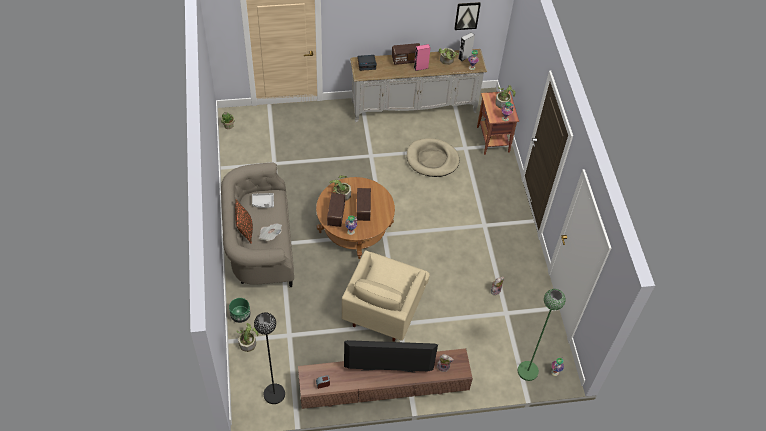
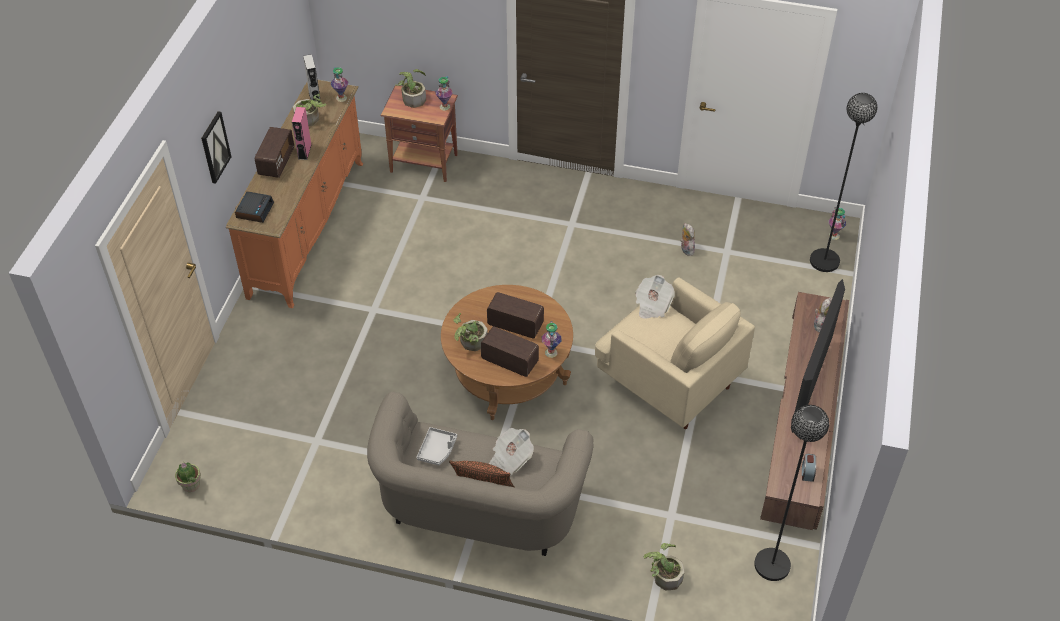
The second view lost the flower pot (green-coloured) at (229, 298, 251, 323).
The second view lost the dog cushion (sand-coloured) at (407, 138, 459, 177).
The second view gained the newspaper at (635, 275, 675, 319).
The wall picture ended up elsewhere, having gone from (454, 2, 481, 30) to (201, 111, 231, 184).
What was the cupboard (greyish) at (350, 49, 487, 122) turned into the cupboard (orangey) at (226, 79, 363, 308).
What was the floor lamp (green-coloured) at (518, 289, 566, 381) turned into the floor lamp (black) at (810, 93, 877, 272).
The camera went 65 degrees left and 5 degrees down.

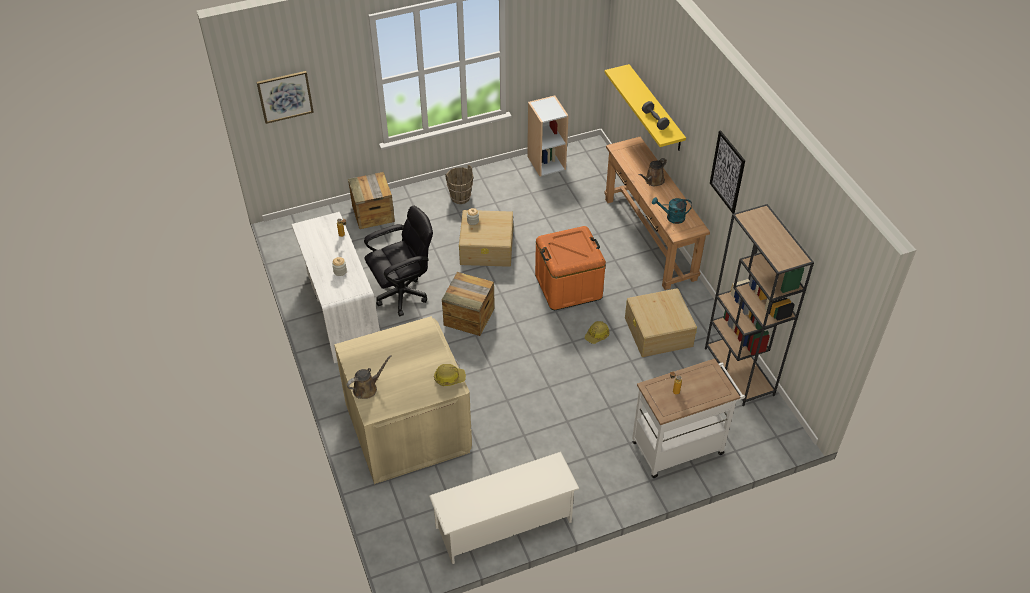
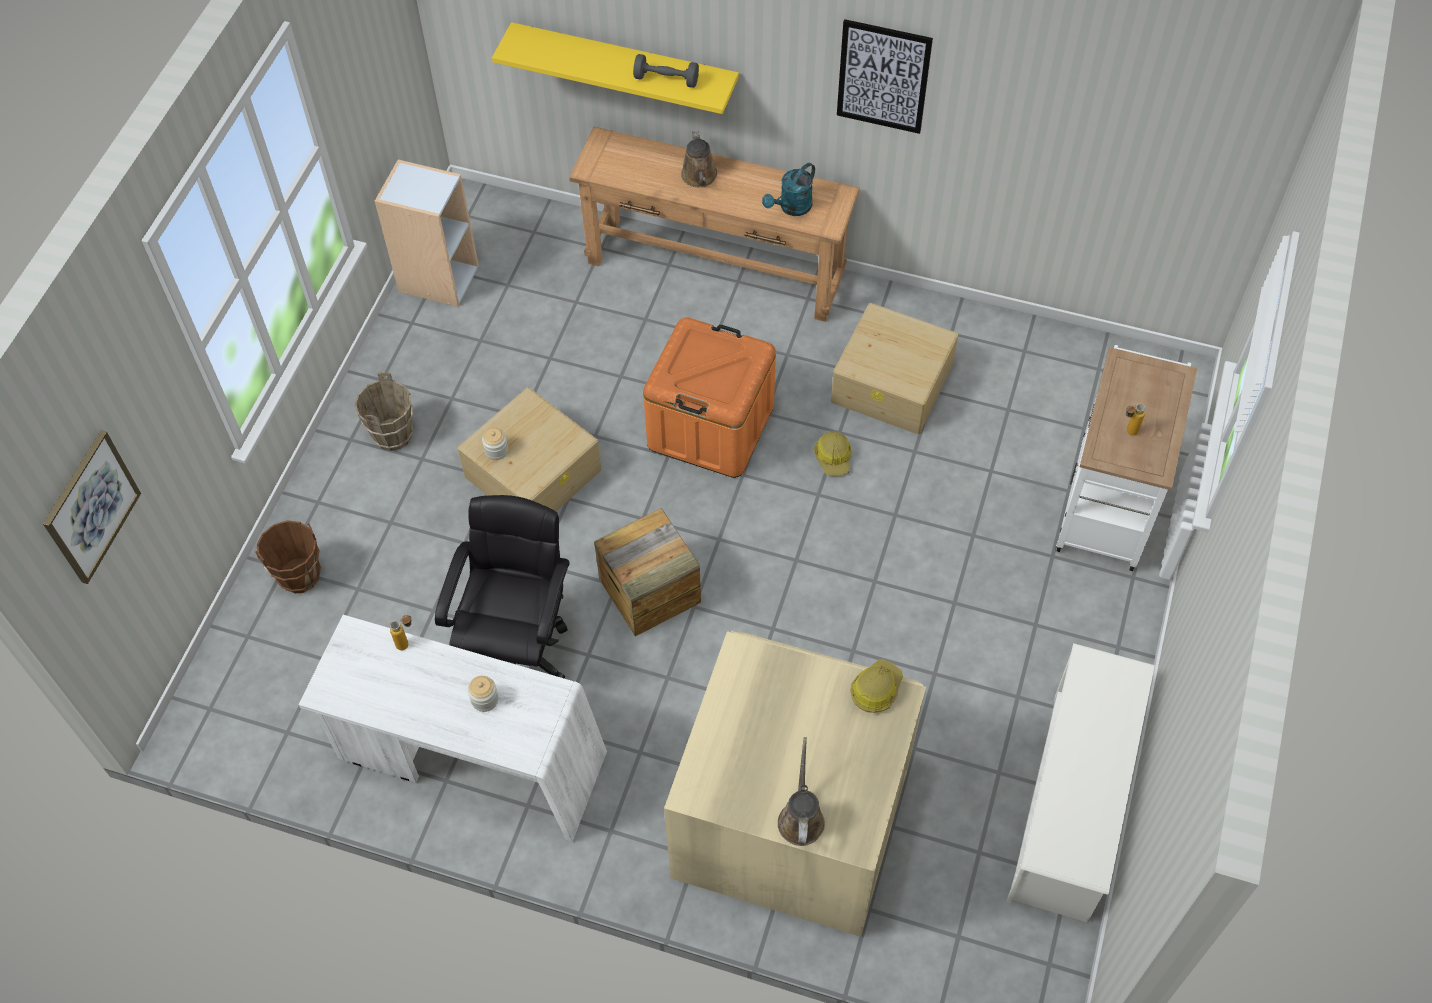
The second view lost the shelving unit at (705, 204, 814, 406).
Where the packing crate stood at (348, 172, 395, 229), the pail (brownish) came to stand at (255, 520, 321, 593).
The camera went 50 degrees left and 10 degrees up.

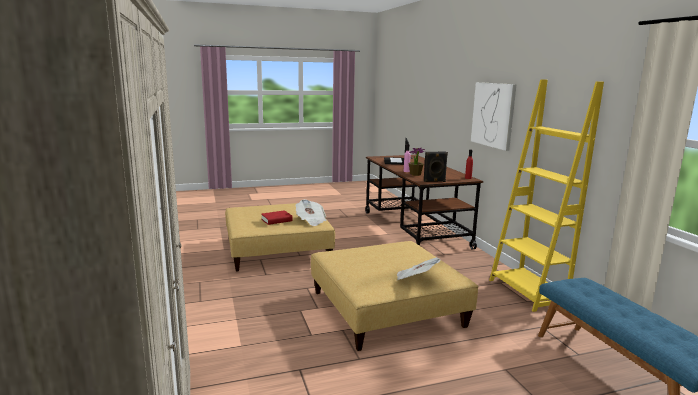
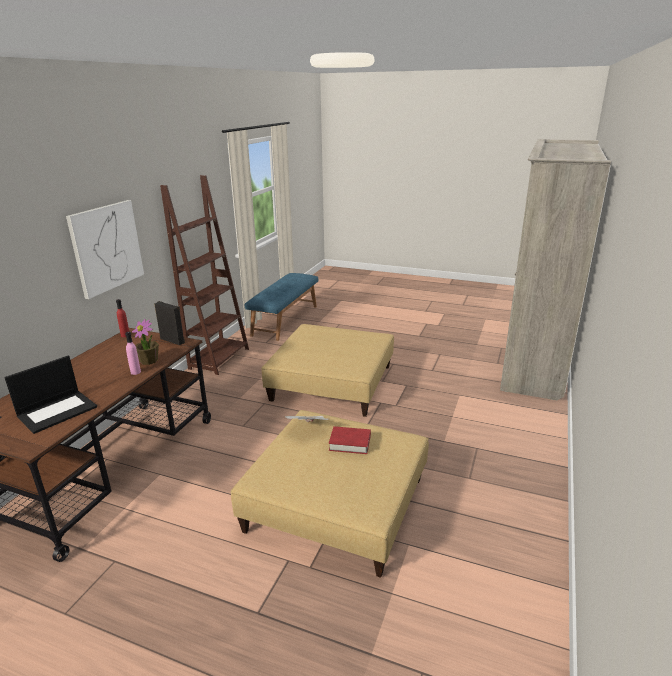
The second view lost the newspaper at (397, 257, 441, 280).
What was the shelving unit (yellow-coloured) at (489, 79, 604, 312) turned into the shelving unit (brownish) at (160, 175, 249, 375).
The camera went 140 degrees left and 10 degrees up.

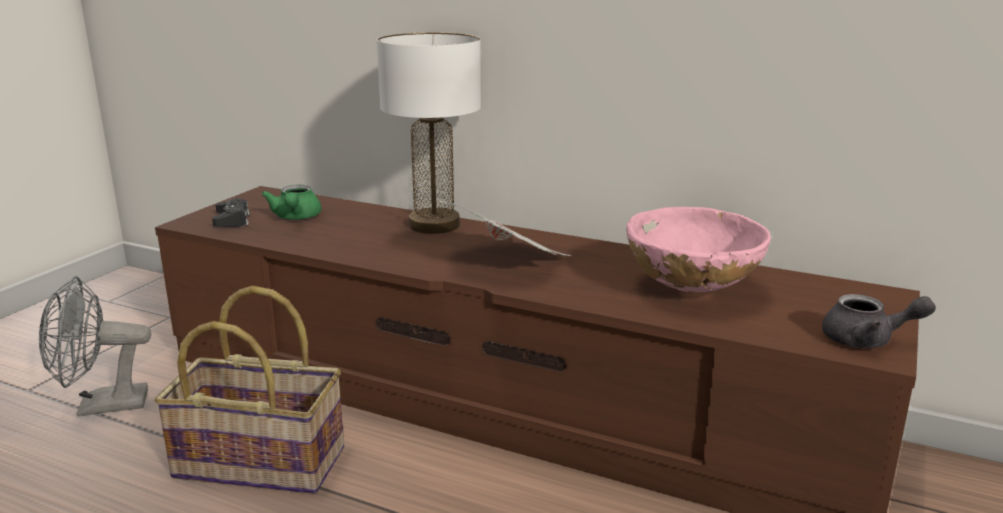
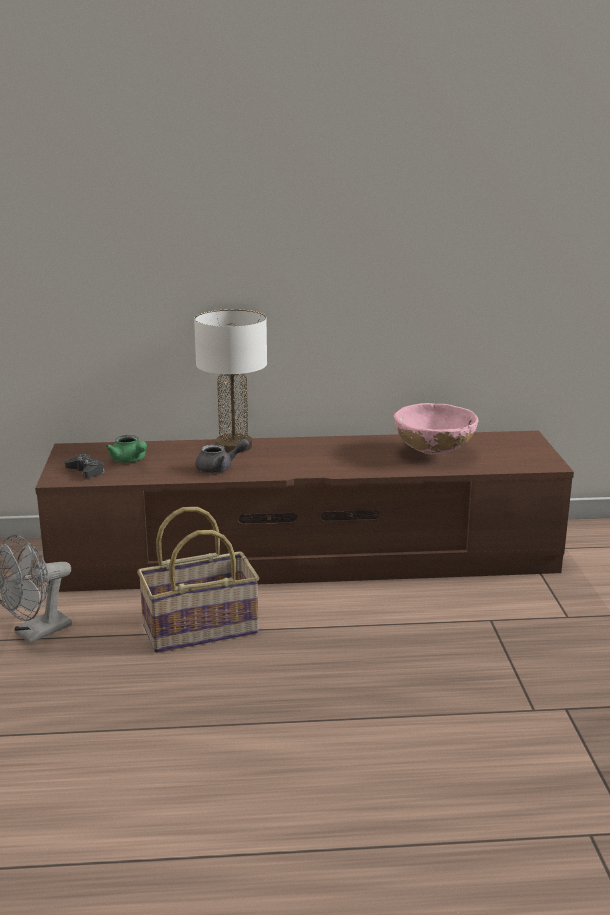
The second view lost the newspaper at (435, 200, 572, 256).
The teapot (greyish) ended up elsewhere, having gone from (822, 294, 936, 348) to (195, 439, 250, 473).
The camera went 30 degrees left and 0 degrees up.

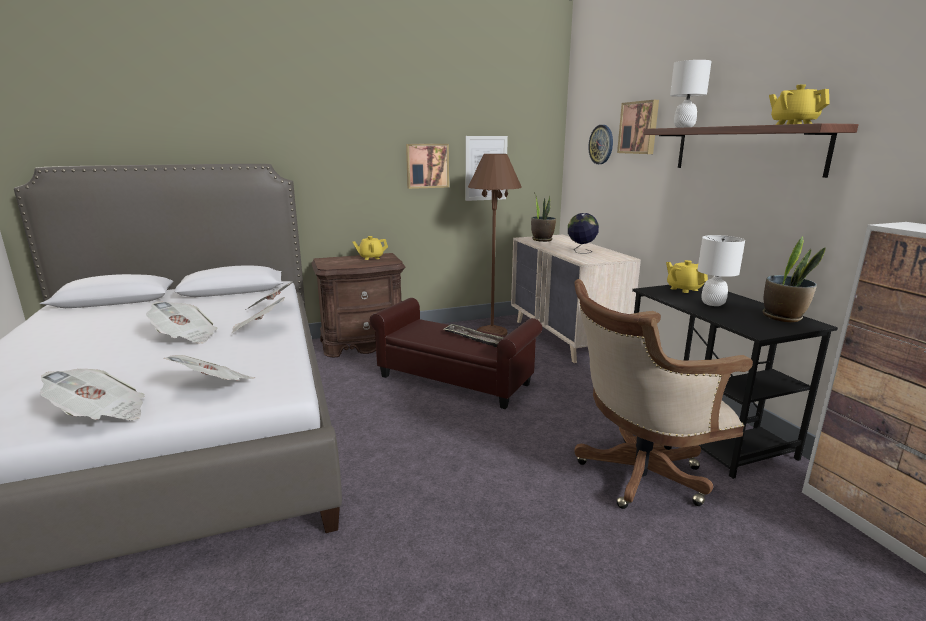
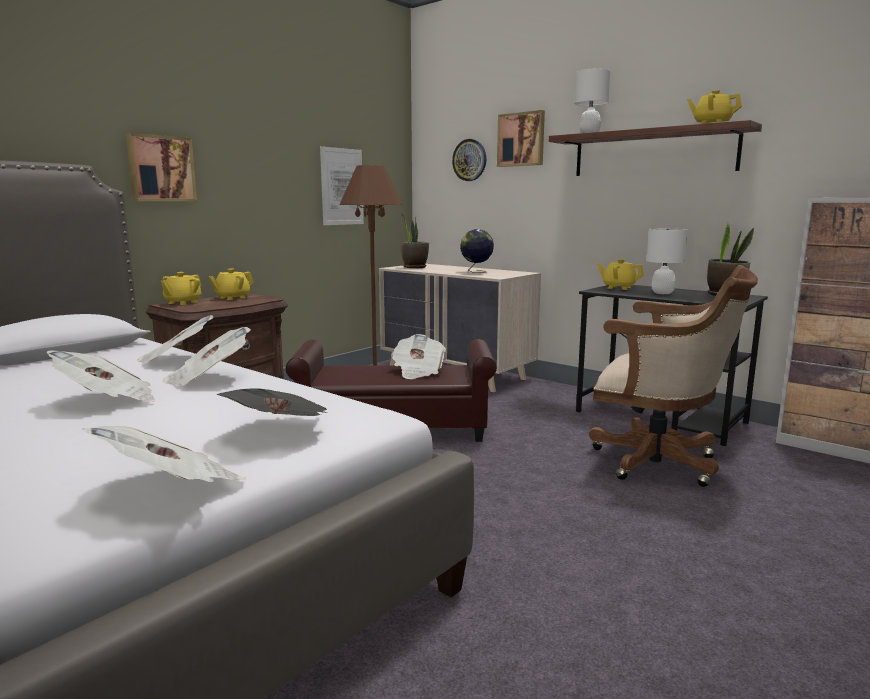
The second view gained the teapot (yellow-coloured) at (161, 272, 202, 305).
The wall picture ended up elsewhere, having gone from (406, 144, 449, 189) to (126, 133, 197, 201).
Where the serving tray stood at (444, 324, 503, 347), the newspaper came to stand at (391, 334, 446, 379).
The computer chair at (574, 279, 753, 509) ended up facing another way, 105 degrees counterclockwise from before.
The camera went 30 degrees left and 5 degrees down.

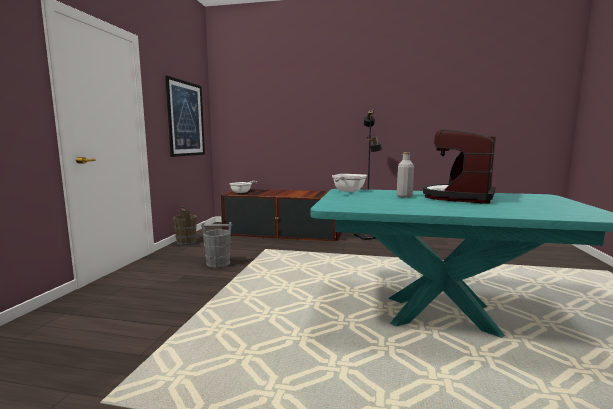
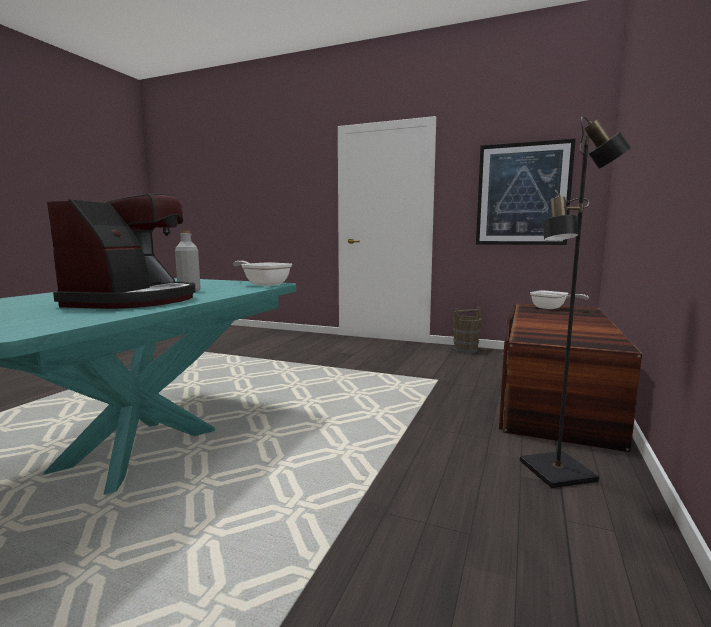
The second view lost the pail (greyish) at (201, 222, 232, 268).
The coffee machine at (423, 129, 496, 204) ended up facing another way, 60 degrees clockwise from before.
The camera went 100 degrees right and 0 degrees up.

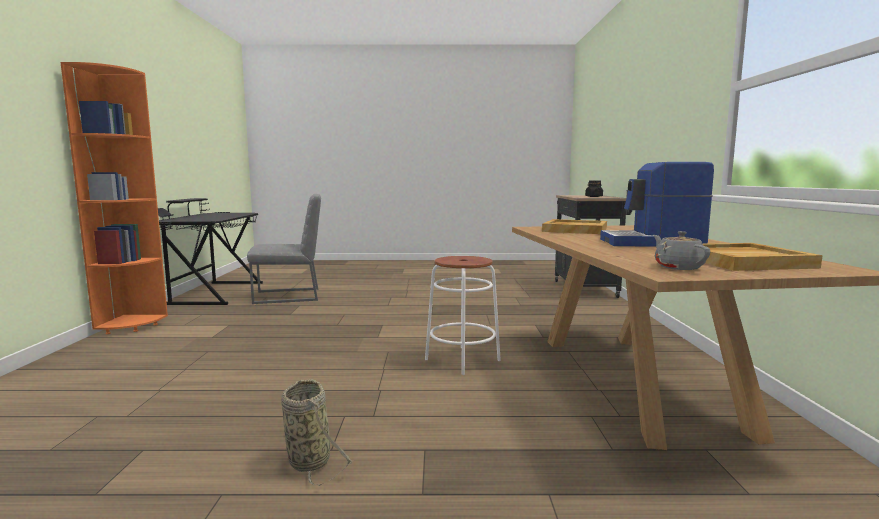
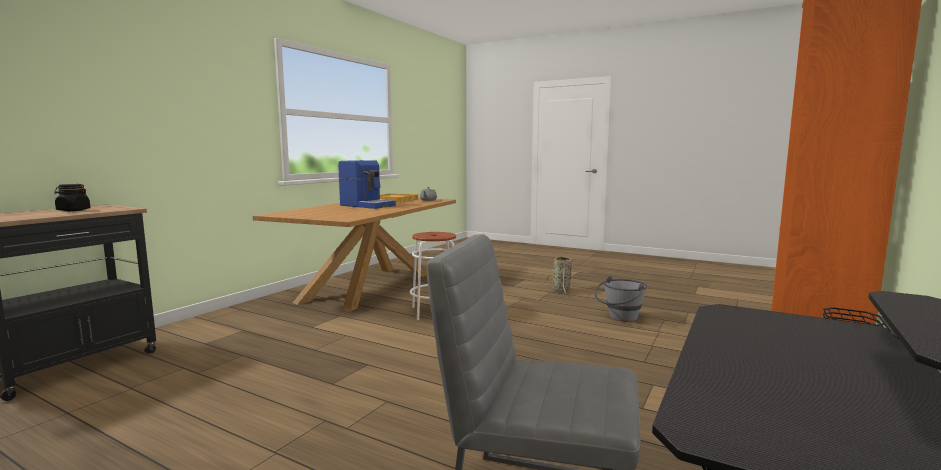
The second view lost the serving tray (sand-coloured) at (542, 219, 607, 234).
The second view gained the pail (greyish) at (594, 275, 647, 322).
The camera went 150 degrees left and 0 degrees up.

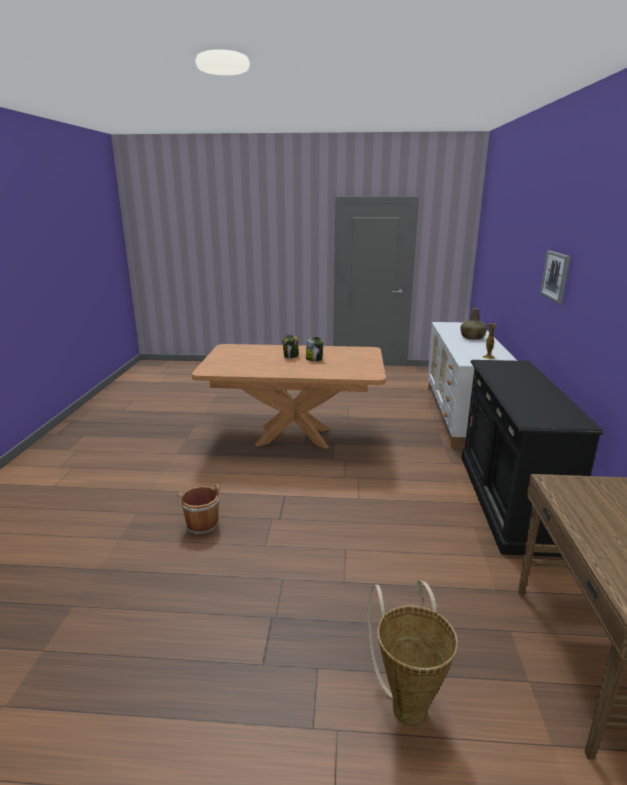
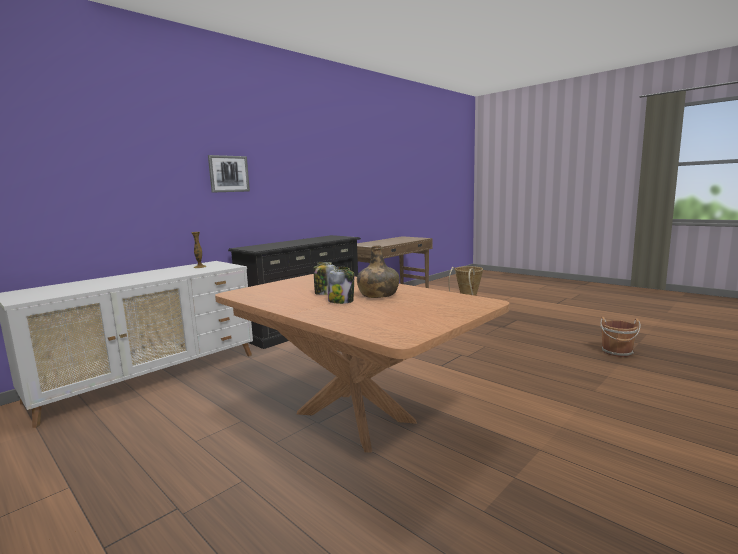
The pail (brownish) ended up elsewhere, having gone from (177, 484, 220, 535) to (600, 317, 641, 357).
The bottle (green-coloured) ended up elsewhere, having gone from (461, 308, 487, 339) to (357, 245, 399, 298).
The camera went 140 degrees left and 10 degrees down.

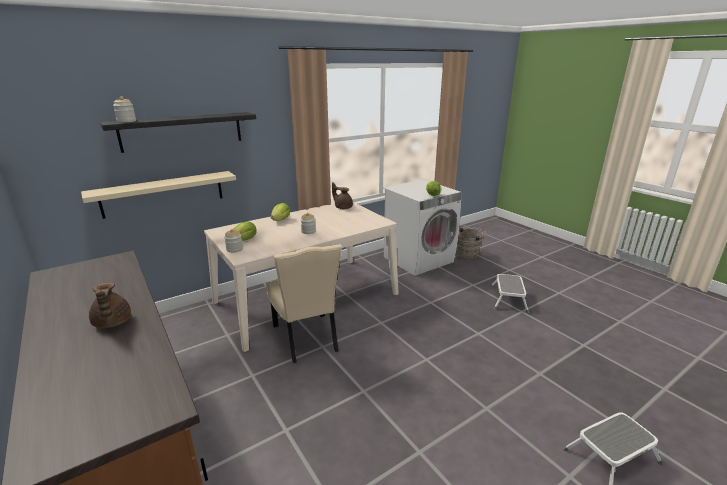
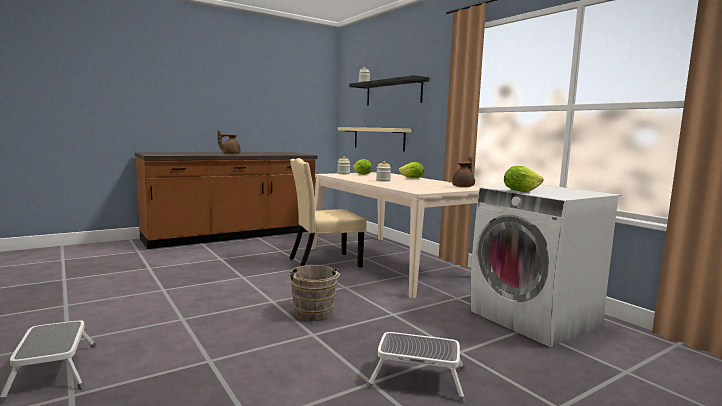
The pail (brownish) ended up elsewhere, having gone from (456, 227, 486, 259) to (288, 265, 340, 321).
The camera went 90 degrees right and 15 degrees down.

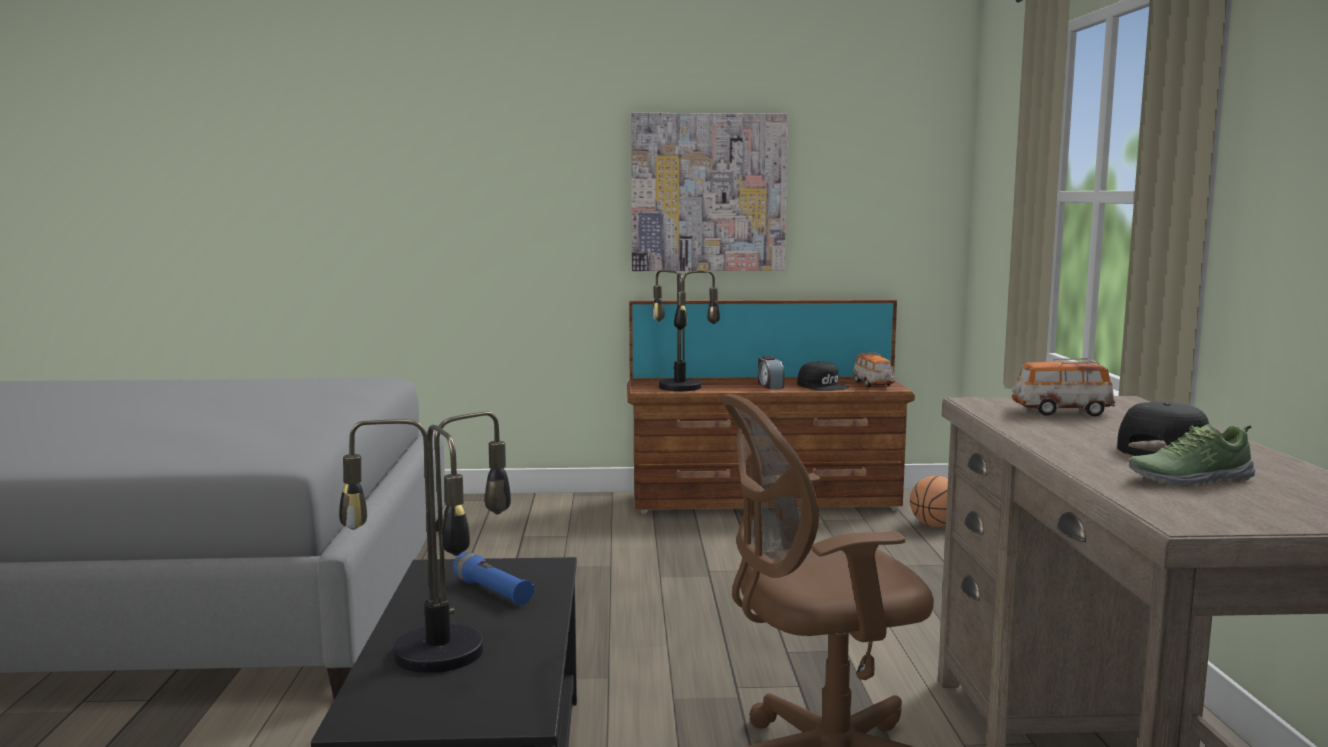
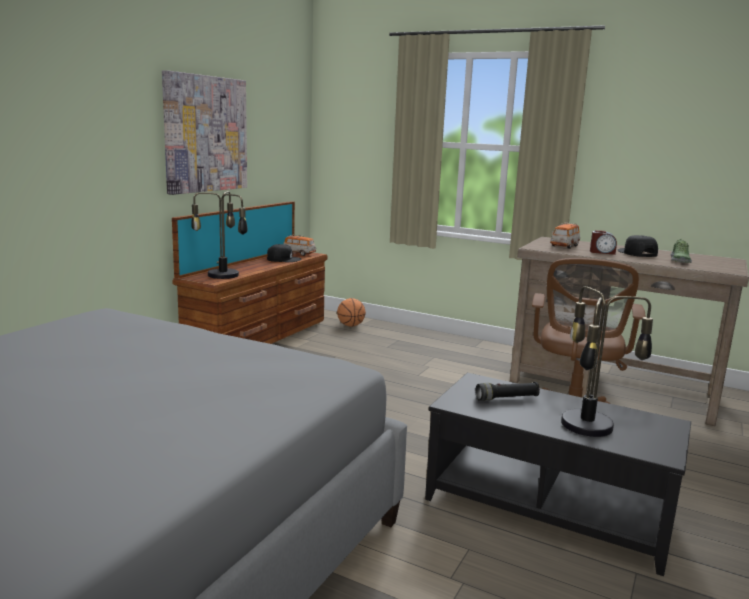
The table clock ended up elsewhere, having gone from (758, 356, 784, 389) to (590, 230, 617, 255).
What was the torch (blue) at (453, 552, 534, 605) turned into the torch (black) at (475, 382, 540, 401).
The camera went 60 degrees left and 5 degrees up.

